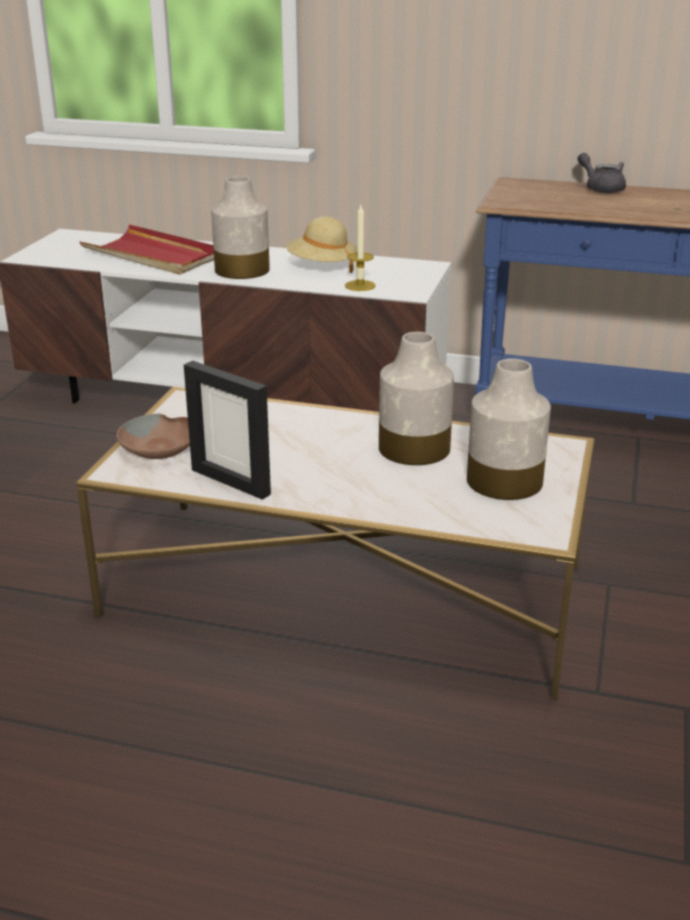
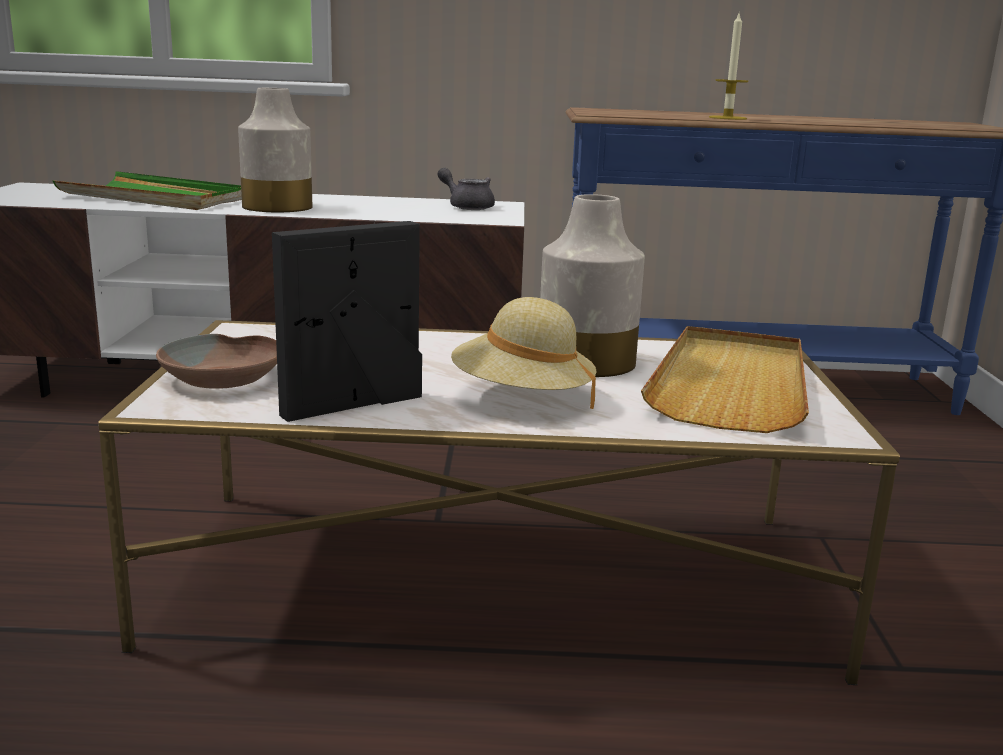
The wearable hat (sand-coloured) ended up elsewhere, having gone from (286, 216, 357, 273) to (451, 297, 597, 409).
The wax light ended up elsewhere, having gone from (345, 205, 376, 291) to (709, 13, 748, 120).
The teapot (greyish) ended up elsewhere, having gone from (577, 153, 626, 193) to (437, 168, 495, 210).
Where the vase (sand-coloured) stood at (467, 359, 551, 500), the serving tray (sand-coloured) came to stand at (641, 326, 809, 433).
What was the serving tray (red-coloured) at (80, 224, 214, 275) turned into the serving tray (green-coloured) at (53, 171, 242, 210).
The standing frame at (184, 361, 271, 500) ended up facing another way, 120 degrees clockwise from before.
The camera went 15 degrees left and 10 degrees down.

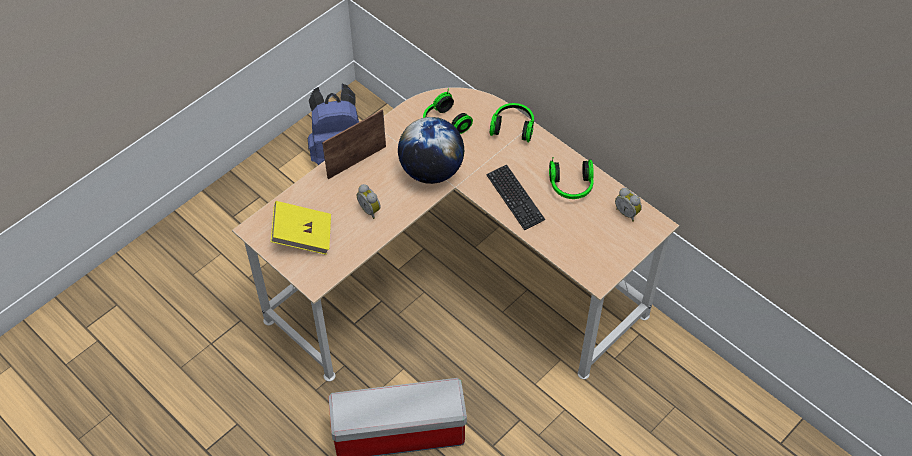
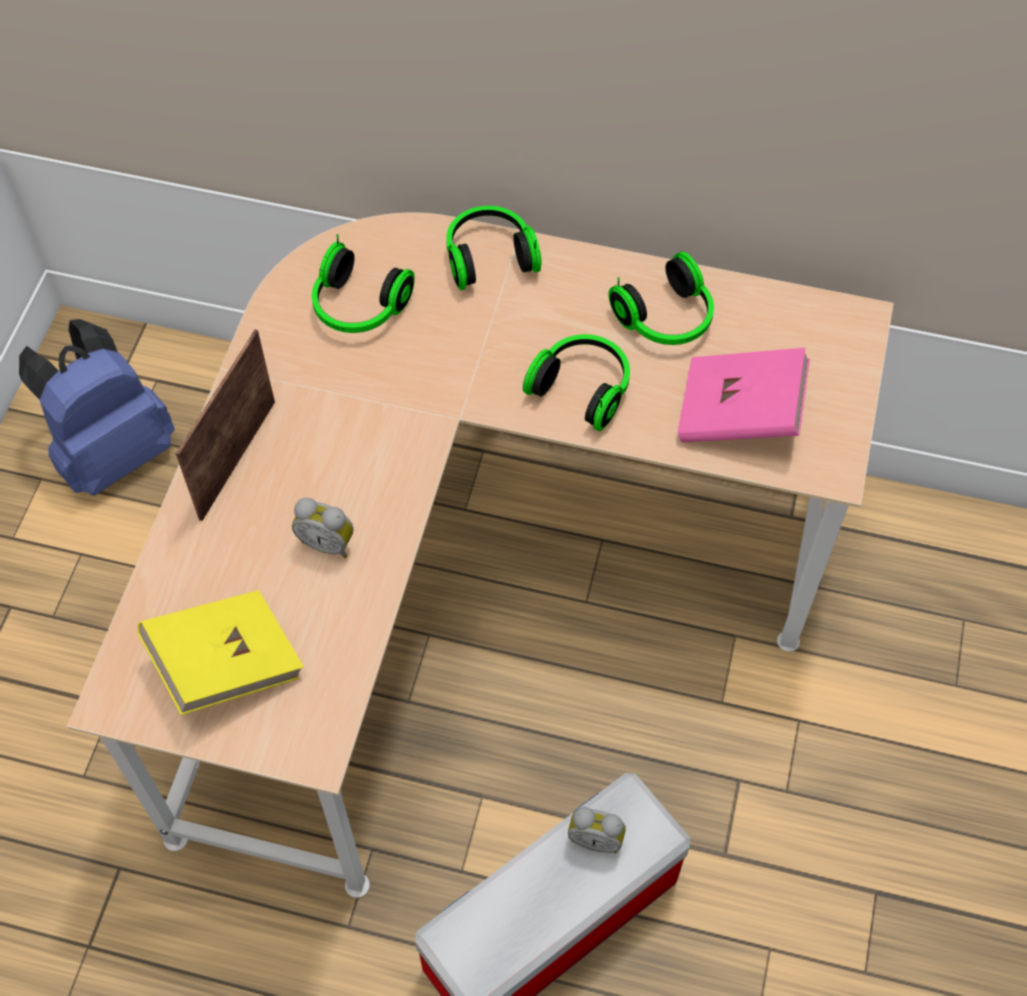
The second view lost the globe at (398, 117, 464, 184).
The second view gained the book (pinkish) at (678, 348, 810, 443).
The table clock ended up elsewhere, having gone from (615, 188, 642, 222) to (568, 807, 626, 853).
Where the keyboard stood at (486, 164, 545, 231), the headphones came to stand at (523, 334, 630, 431).
The camera went 30 degrees left and 5 degrees up.

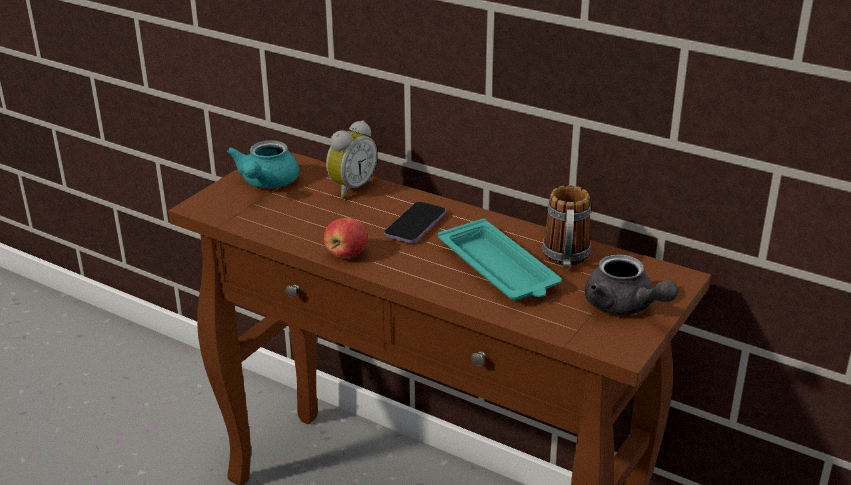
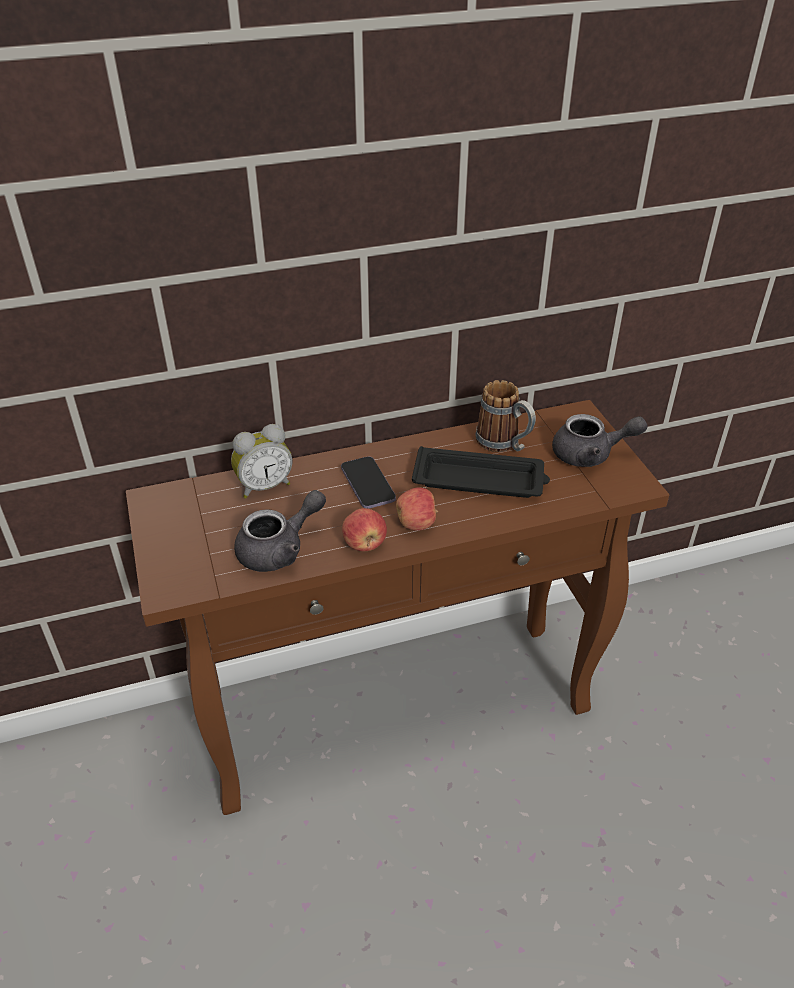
The second view lost the teapot (turquoise-coloured) at (227, 140, 299, 188).
The second view gained the teapot (greyish) at (234, 490, 326, 572).
The second view gained the apple at (396, 487, 438, 531).
What was the serving tray (turquoise-coloured) at (438, 218, 561, 301) turned into the serving tray (black) at (412, 446, 550, 498).
The table clock at (326, 120, 378, 199) ended up facing another way, 75 degrees clockwise from before.
The camera went 50 degrees left and 10 degrees up.

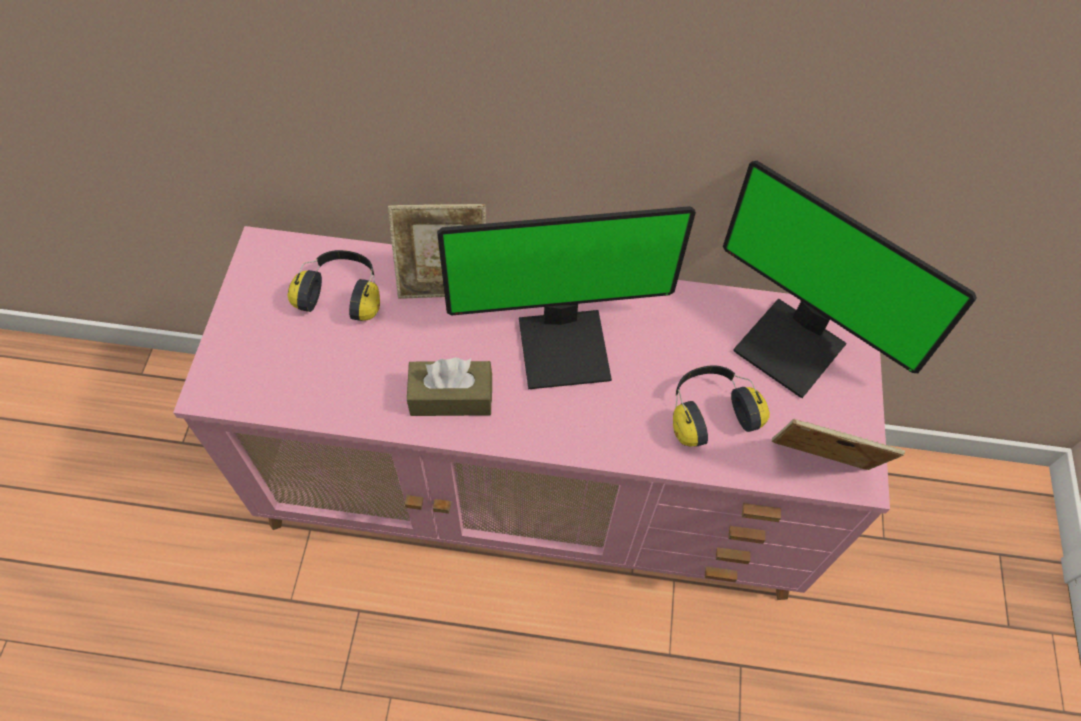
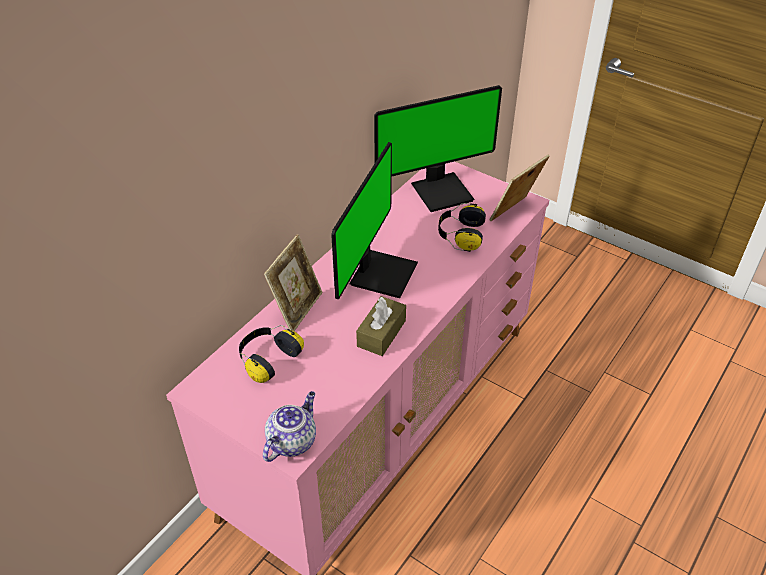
The second view gained the teapot at (263, 391, 316, 462).
The camera went 60 degrees left and 15 degrees down.

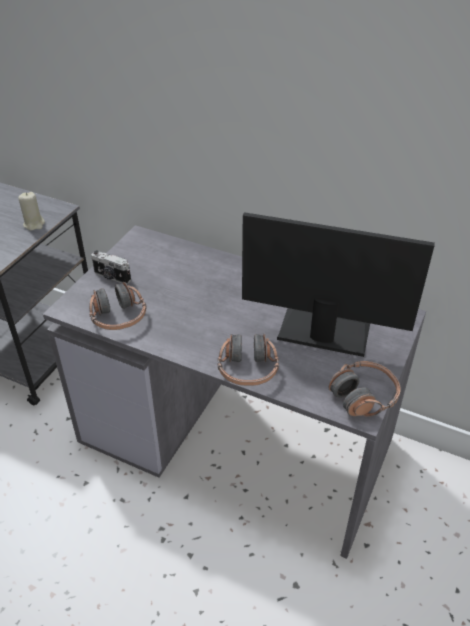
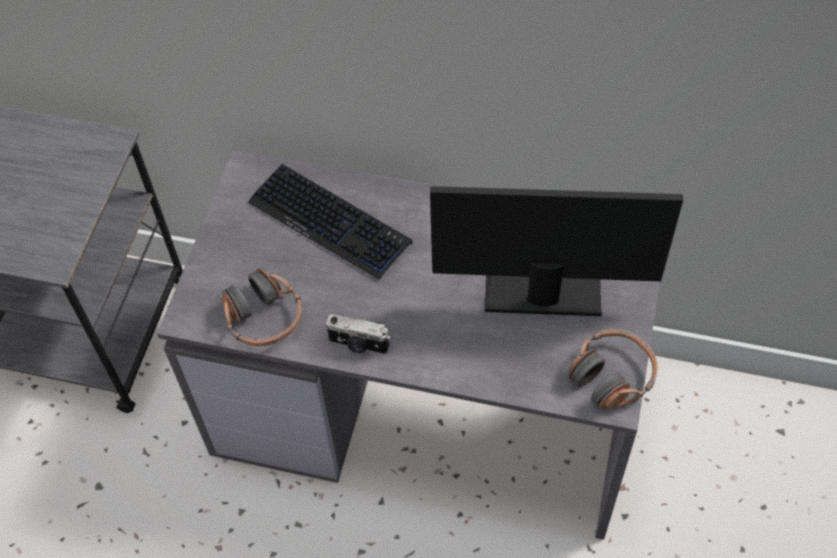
The second view lost the wax light (sand-coloured) at (18, 192, 45, 231).
The second view lost the headphones at (218, 333, 279, 386).
The second view gained the keyboard at (248, 164, 413, 280).
The still camera ended up elsewhere, having gone from (91, 250, 131, 284) to (325, 314, 390, 355).
The camera went 10 degrees left and 15 degrees up.

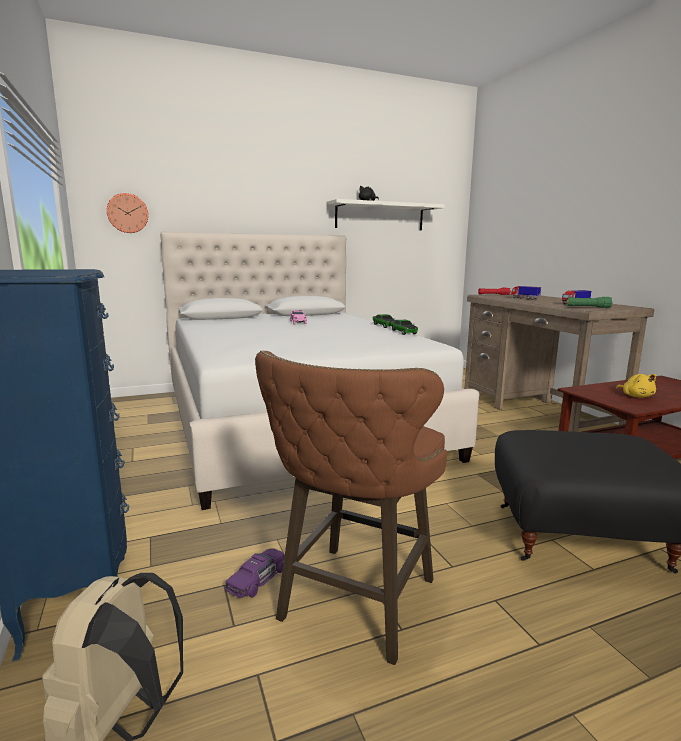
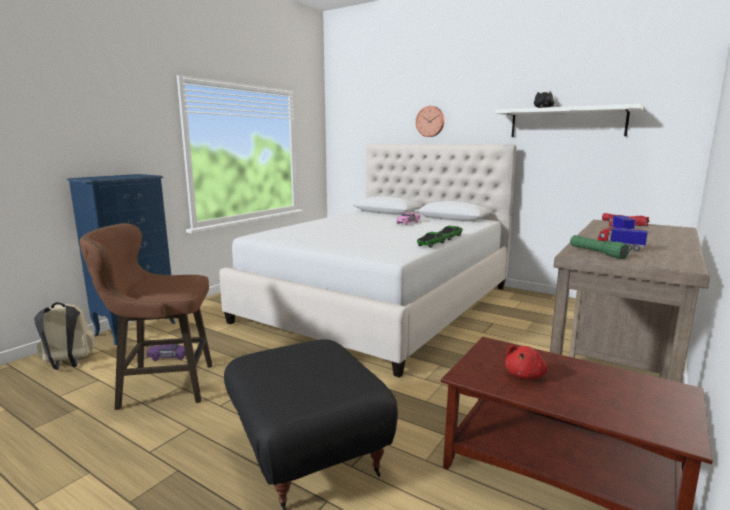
The wall clock ended up elsewhere, having gone from (107, 193, 148, 233) to (416, 106, 444, 137).
What was the cuddly toy (yellow-coloured) at (616, 374, 656, 398) turned into the cuddly toy (red-coloured) at (505, 345, 547, 379).
The camera went 55 degrees right and 0 degrees up.

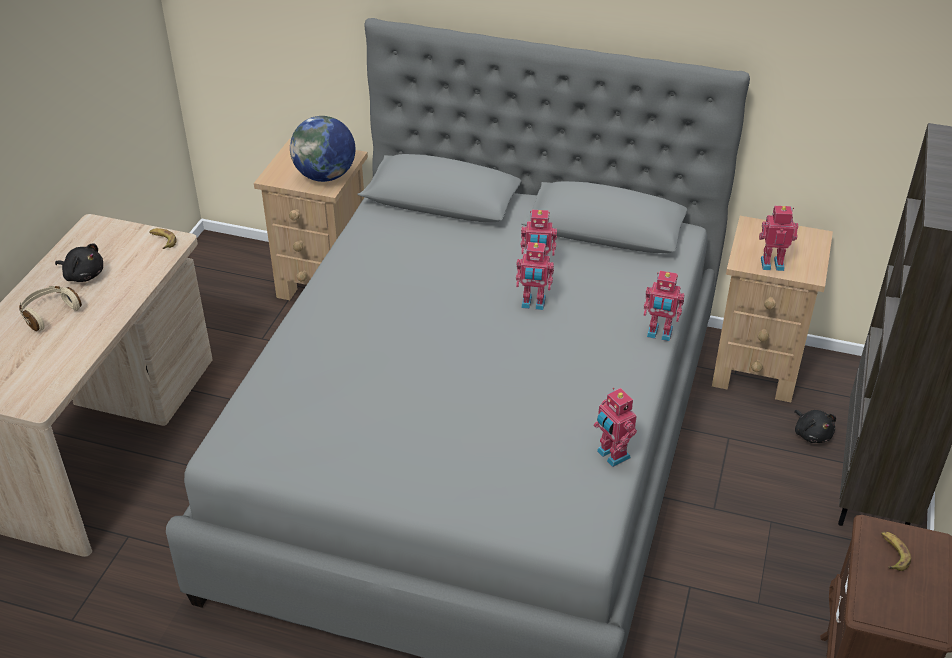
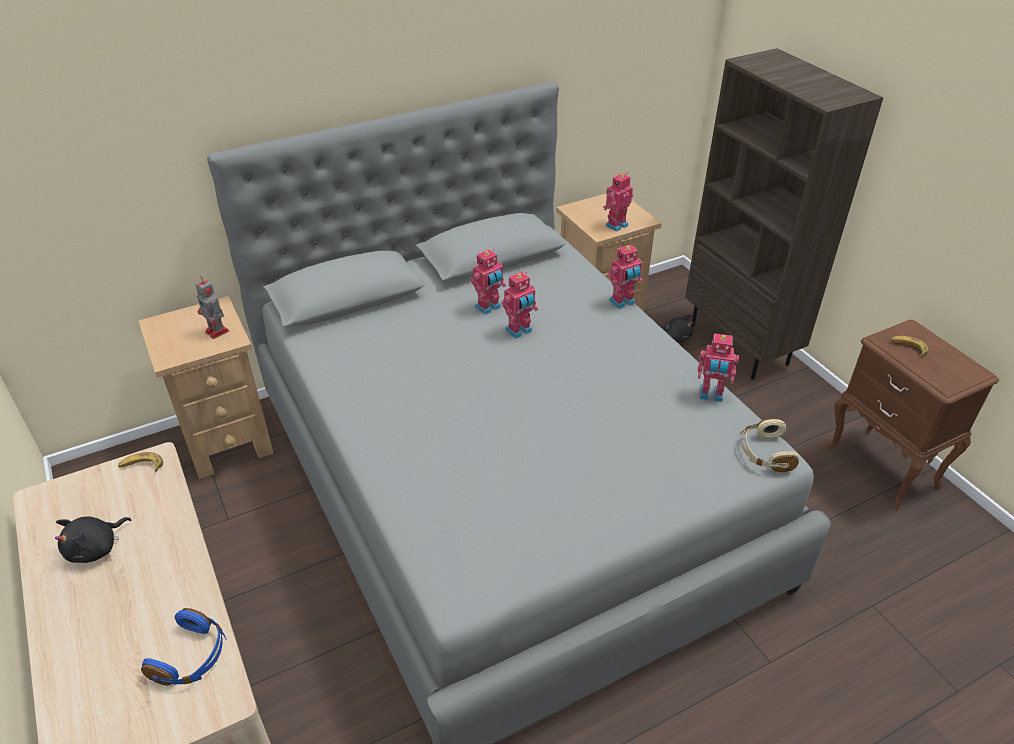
The second view gained the headphones (blue) at (141, 608, 227, 686).
The headphones (sand-coloured) ended up elsewhere, having gone from (19, 286, 82, 331) to (740, 418, 799, 472).
Where the globe stood at (290, 116, 355, 182), the robot figure came to stand at (195, 276, 229, 339).
The cuddly toy (black) at (55, 243, 103, 282) ended up facing another way, 150 degrees clockwise from before.
The camera went 45 degrees left and 0 degrees up.

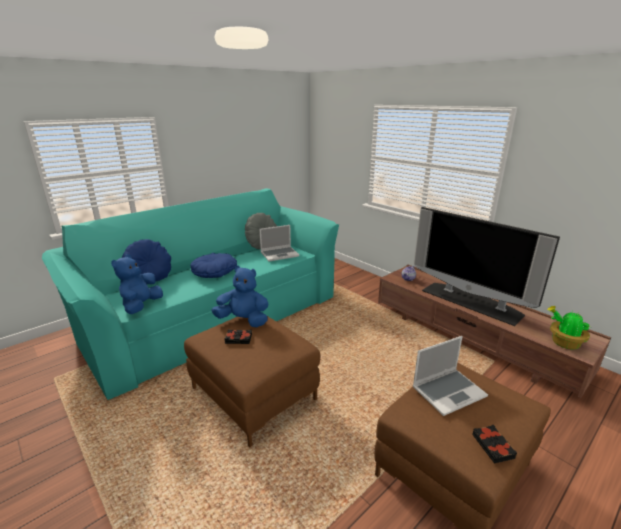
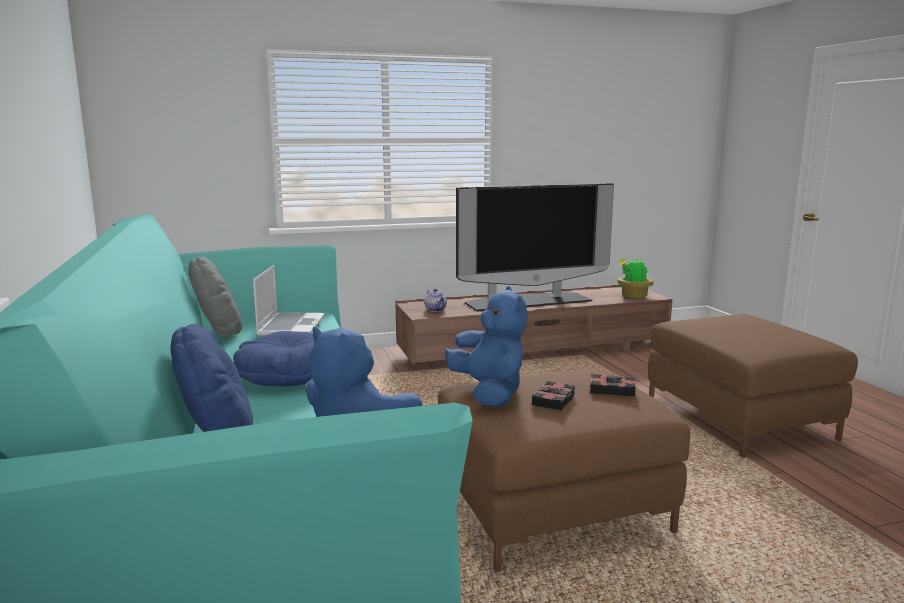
The second view lost the laptop at (413, 336, 488, 416).
The book (black) ended up elsewhere, having gone from (472, 425, 517, 463) to (590, 374, 636, 396).
The cuddly toy (blue) at (211, 265, 269, 327) ended up facing another way, 120 degrees clockwise from before.
The camera went 65 degrees left and 10 degrees down.

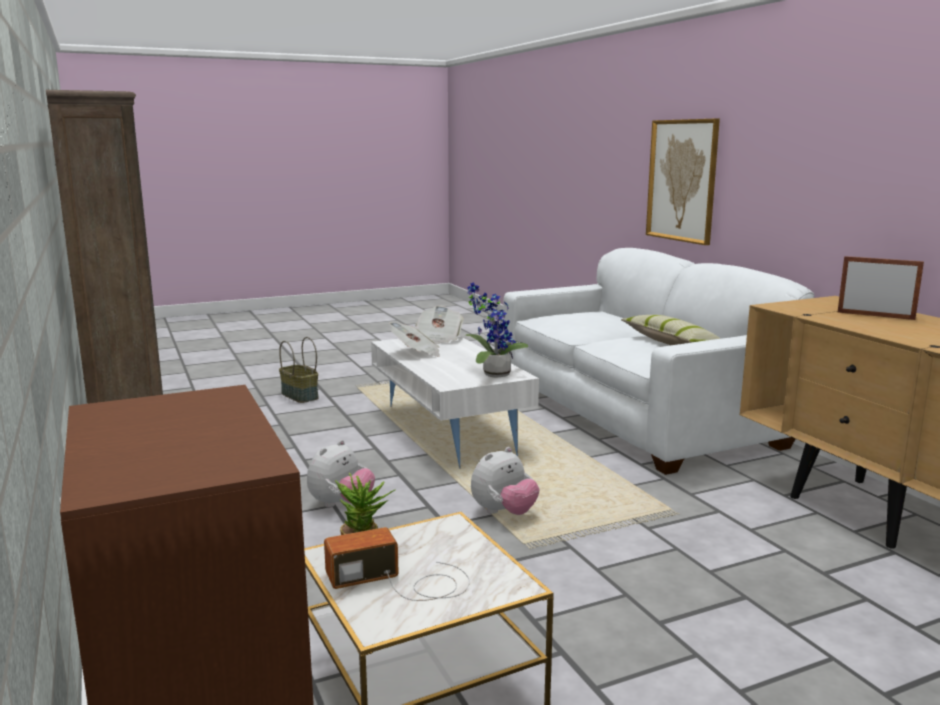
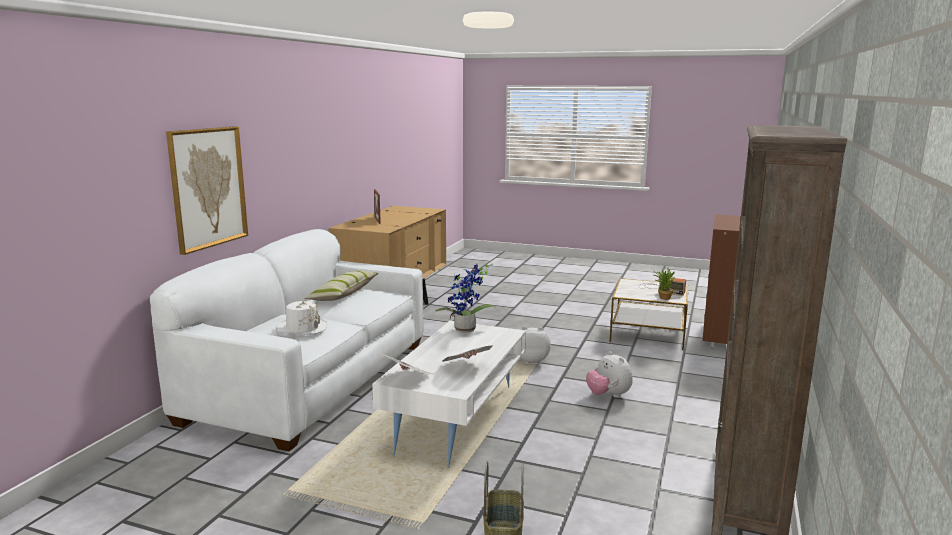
The second view gained the wearable hat (white) at (276, 299, 328, 334).
The cuddly toy at (307, 440, 375, 508) ended up facing another way, 105 degrees counterclockwise from before.
The camera went 135 degrees left and 0 degrees up.

